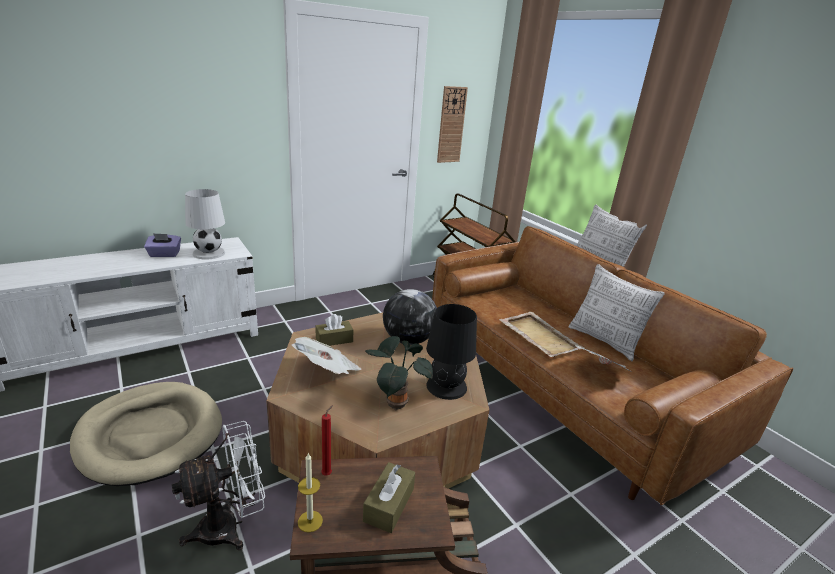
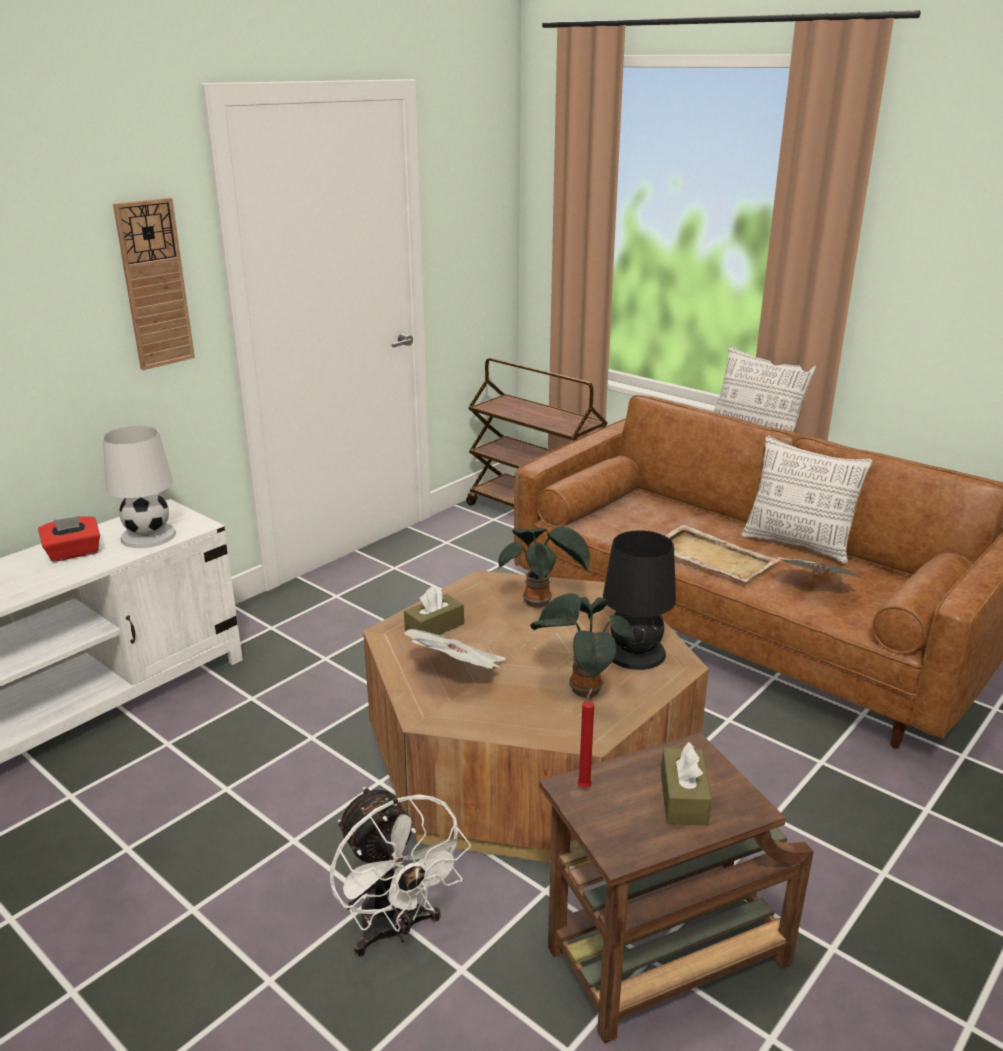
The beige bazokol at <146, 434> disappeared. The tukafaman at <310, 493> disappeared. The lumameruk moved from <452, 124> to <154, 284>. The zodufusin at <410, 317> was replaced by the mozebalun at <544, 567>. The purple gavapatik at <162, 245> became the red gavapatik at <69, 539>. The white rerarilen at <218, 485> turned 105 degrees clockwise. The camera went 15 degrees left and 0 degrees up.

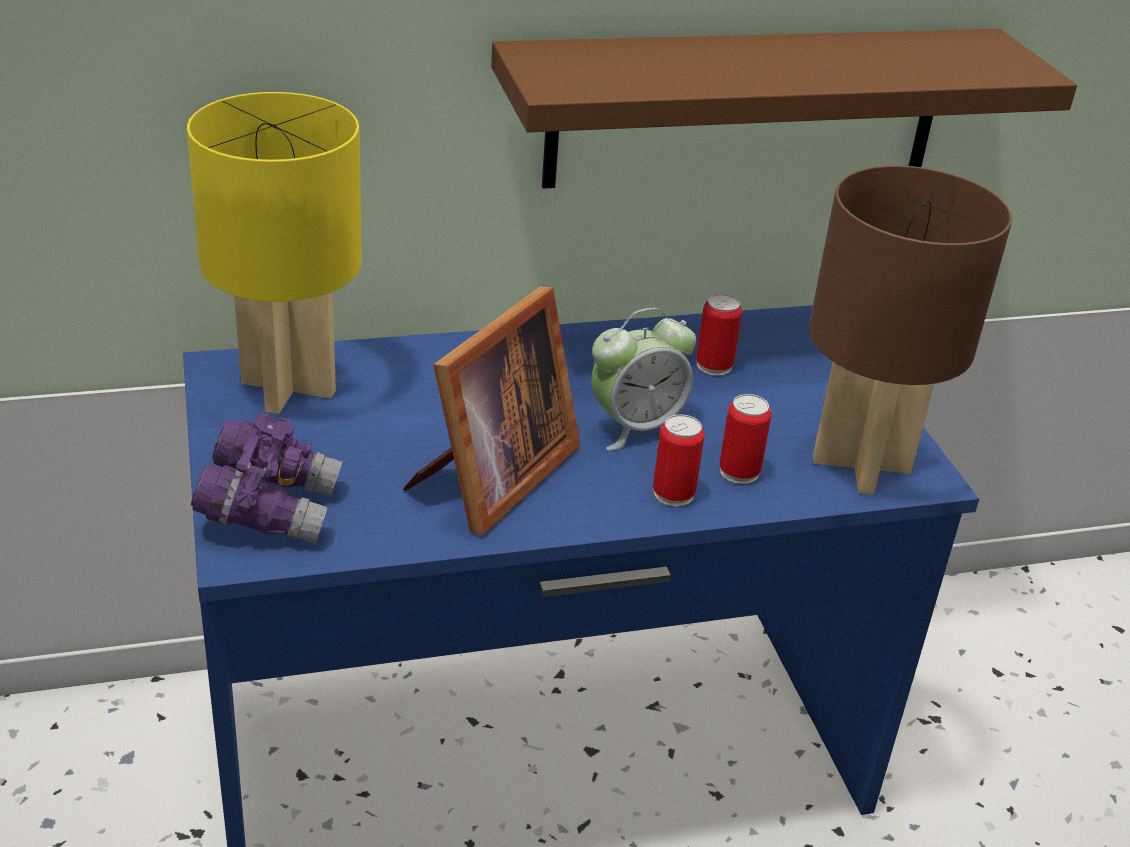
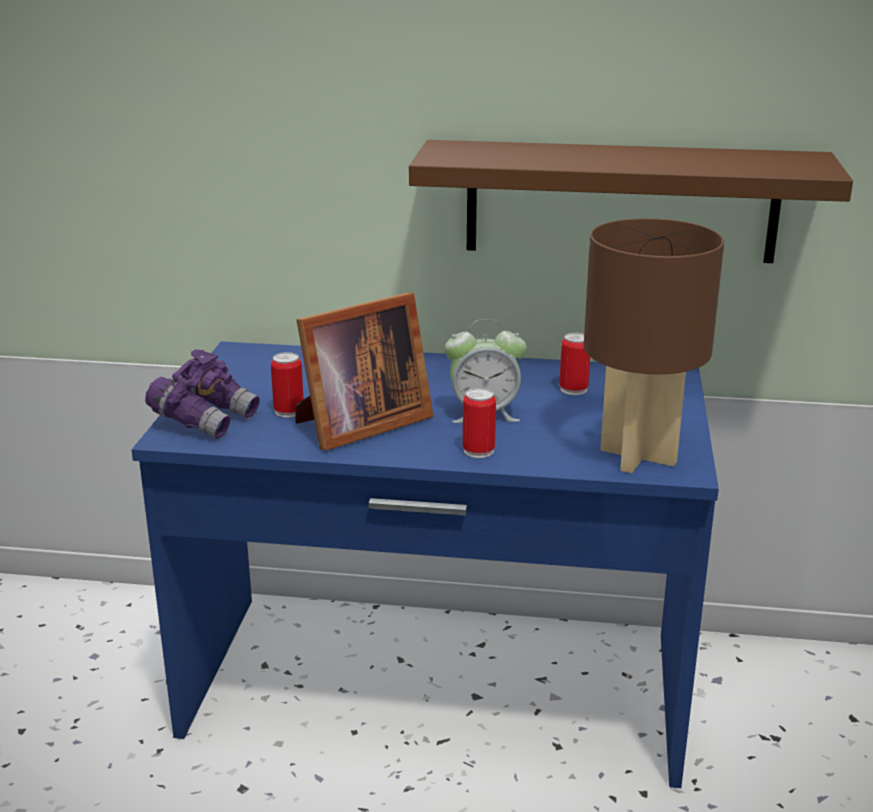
The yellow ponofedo at <274, 253> disappeared. The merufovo moved from <745, 439> to <287, 385>. The camera went 25 degrees right and 10 degrees down.

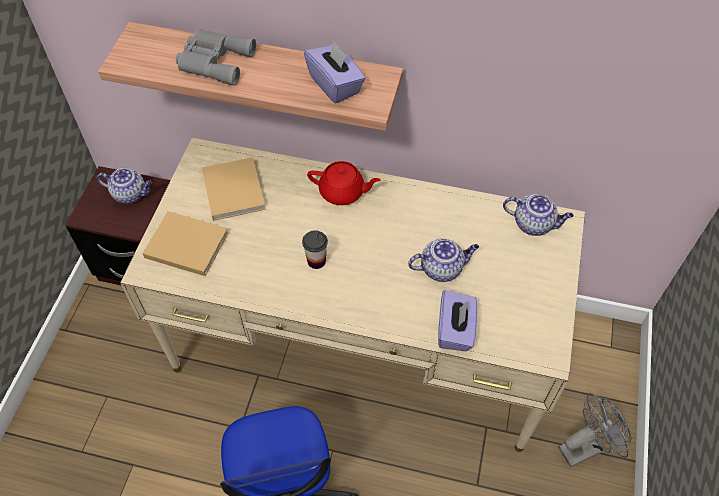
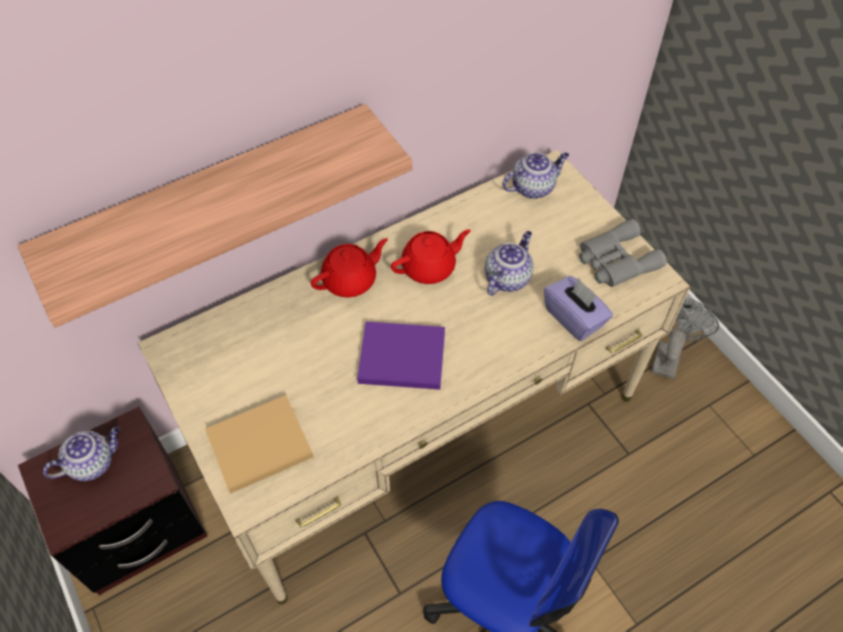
The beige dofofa at <234, 189> disappeared. The purple gavapatik at <335, 72> disappeared. The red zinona at <431, 256> appeared. The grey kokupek moved from <216, 57> to <623, 253>. The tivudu at <315, 249> was replaced by the purple dofofa at <401, 356>. The camera went 45 degrees left and 0 degrees up.

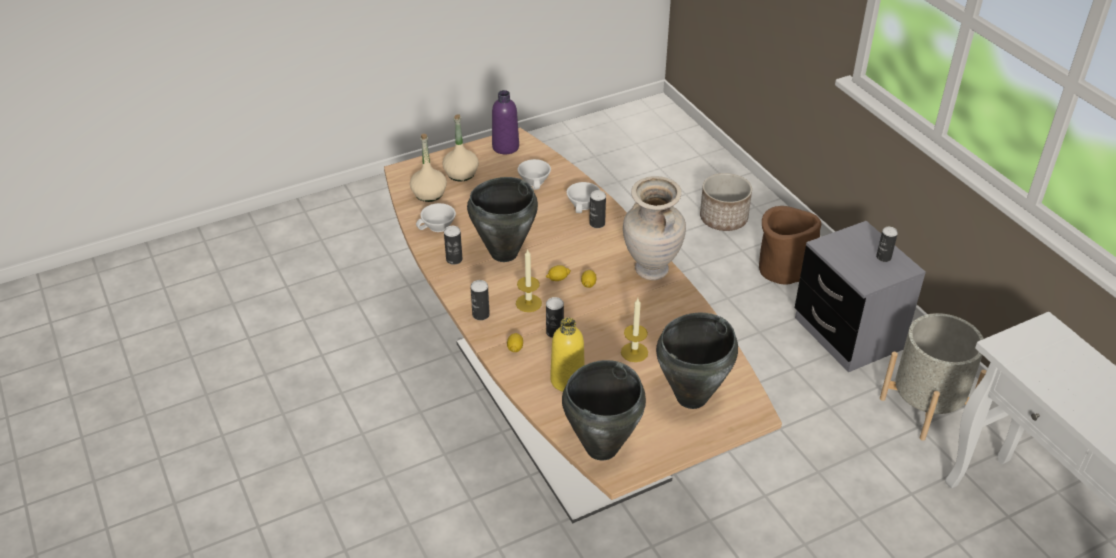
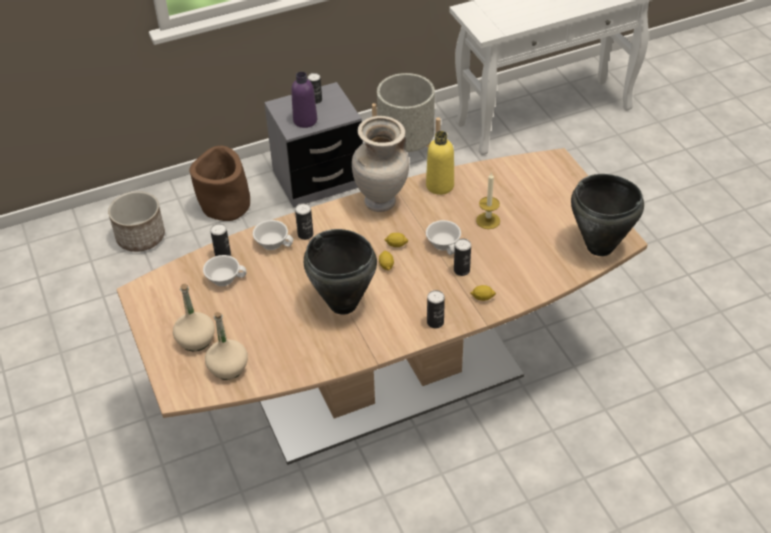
The tukafaman at <529, 280> disappeared. The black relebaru at <697, 361> disappeared. The white tivudu moved from <436, 217> to <443, 237>. The merufovo moved from <453, 245> to <220, 239>. The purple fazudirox moved from <505, 122> to <304, 100>. The yellow fazudirox moved from <567, 355> to <440, 163>. The camera went 85 degrees left and 5 degrees up.

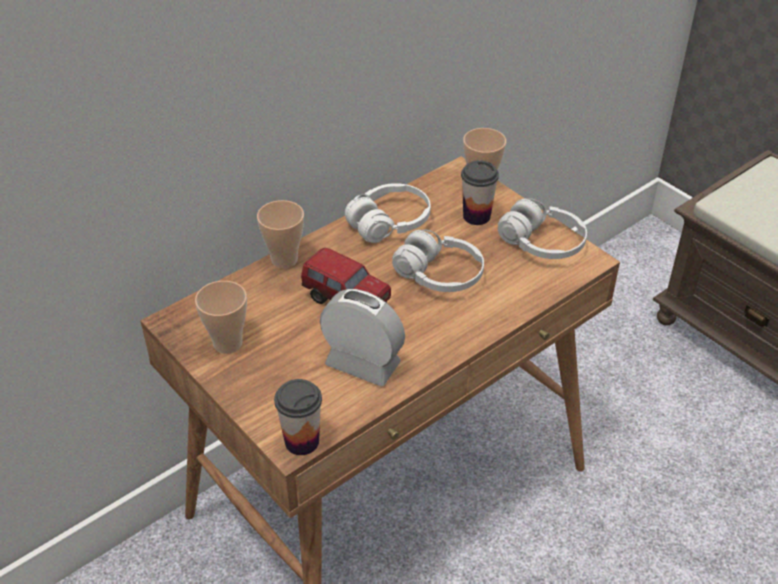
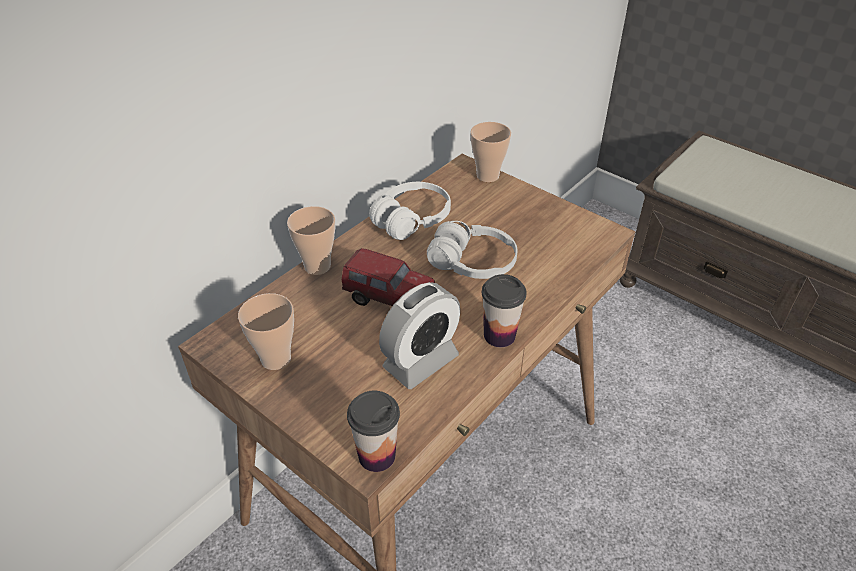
The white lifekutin at <542, 228> disappeared. The tivudu moved from <480, 192> to <504, 310>. The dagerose at <362, 337> turned 120 degrees clockwise. The camera went 10 degrees left and 0 degrees up.

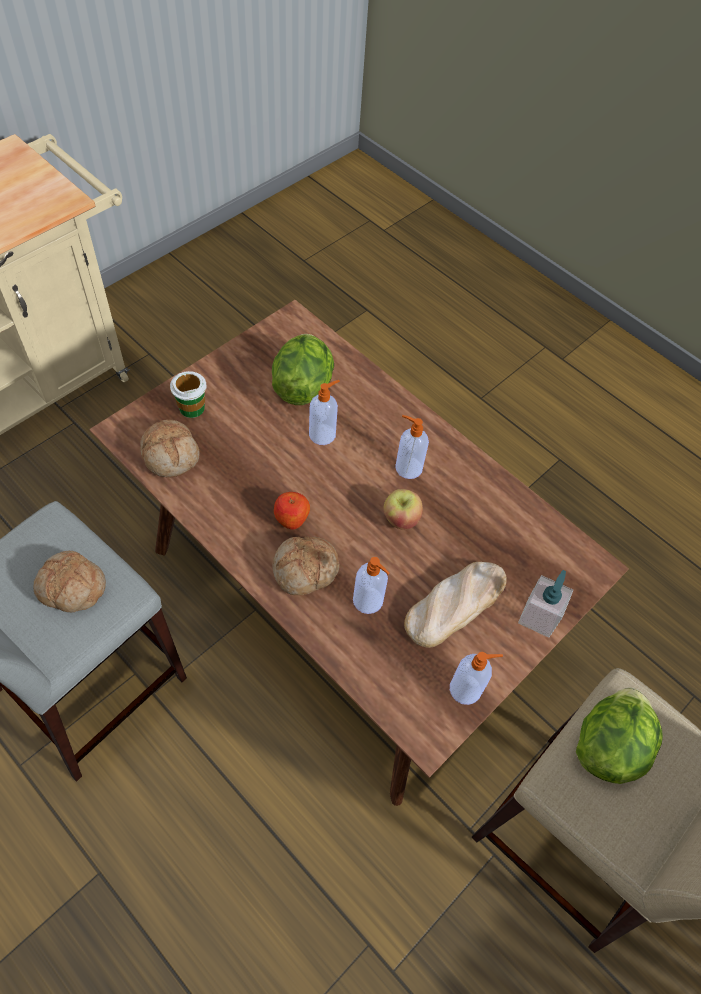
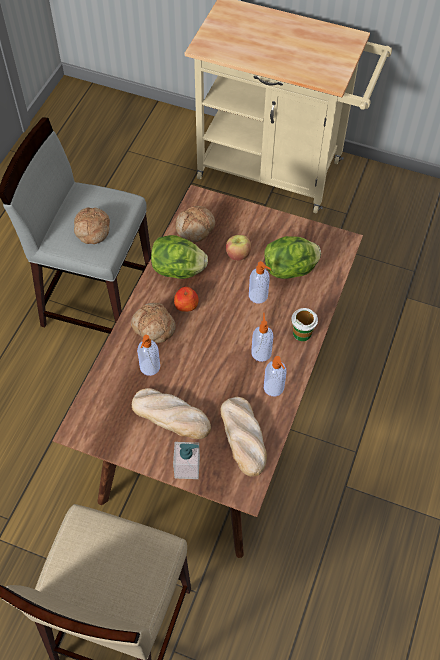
The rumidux at <244, 437> appeared. The tivudu moved from <188, 394> to <304, 324>. The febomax moved from <403, 509> to <238, 248>. The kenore moved from <476, 678> to <275, 376>. The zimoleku moved from <619, 735> to <179, 257>. The camera went 70 degrees right and 0 degrees up.

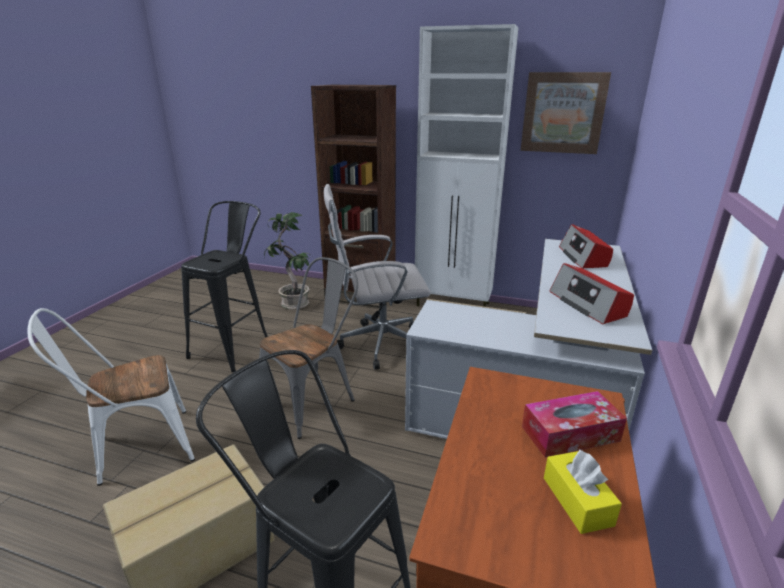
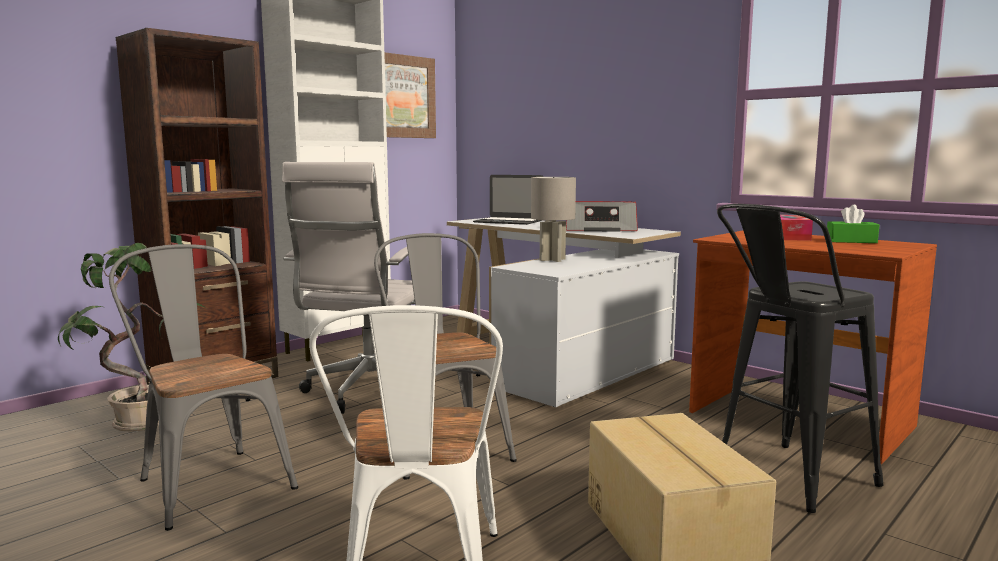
The grey ponofedo at <553, 219> appeared. The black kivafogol at <224, 286> was replaced by the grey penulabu at <203, 387>. The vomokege at <586, 246> was replaced by the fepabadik at <508, 200>. The yellow gavapatik at <583, 491> became the green gavapatik at <853, 224>. The camera went 65 degrees left and 15 degrees down.

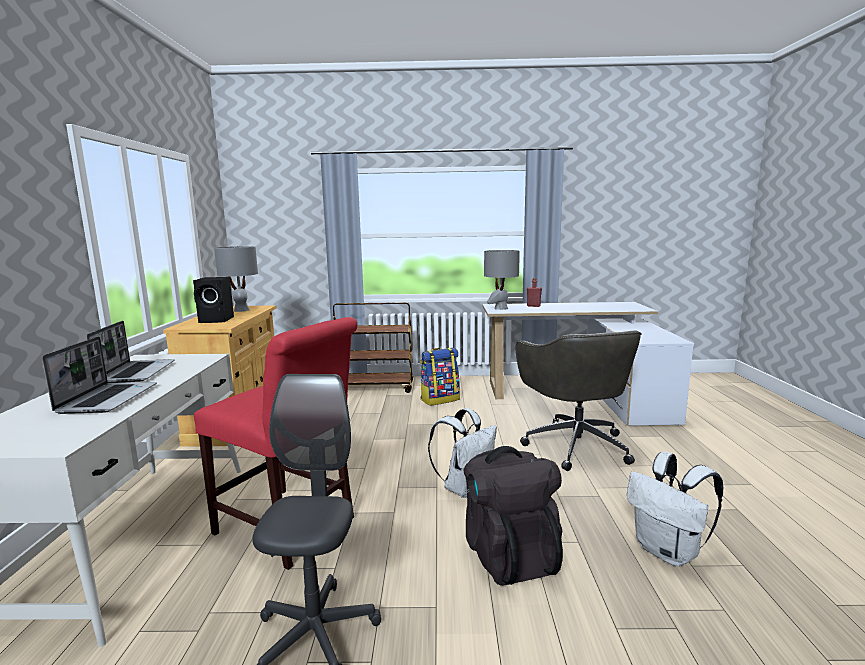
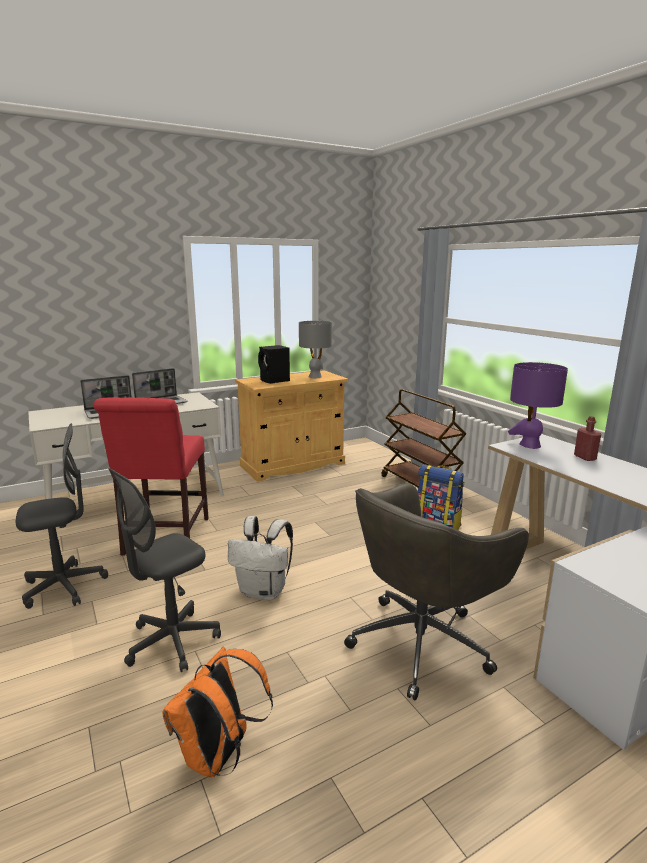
The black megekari at <513, 515> was replaced by the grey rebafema at <164, 570>. The grey ponofedo at <502, 280> became the purple ponofedo at <538, 405>. The white megekari at <675, 509> became the orange megekari at <217, 712>. The camera went 60 degrees right and 5 degrees up.

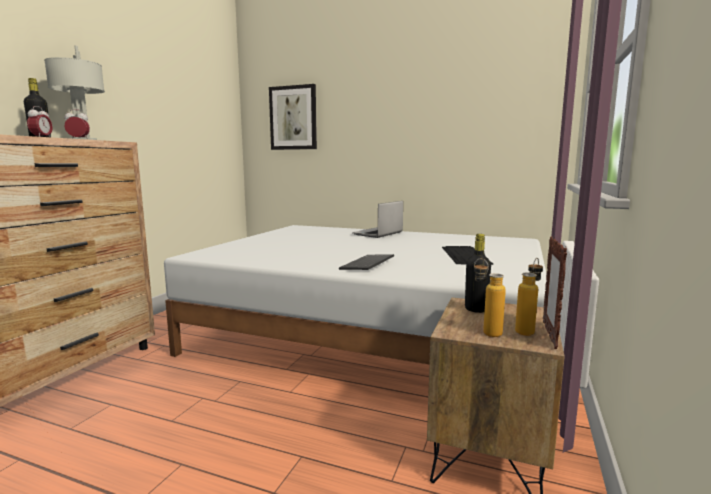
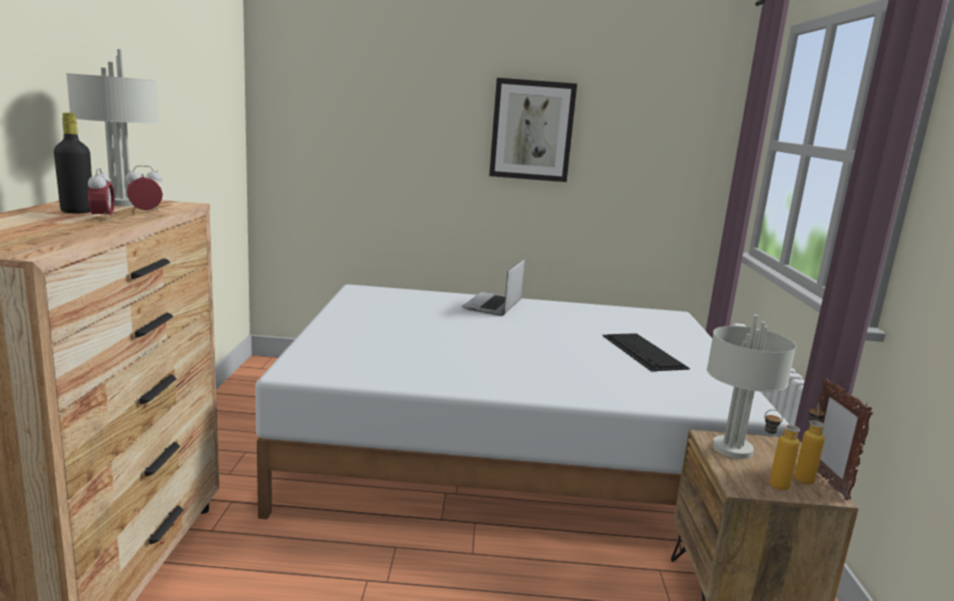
The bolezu at <366, 262> disappeared. The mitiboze moved from <293, 117> to <533, 130>. The black fazudirox at <478, 273> was replaced by the grey ponofedo at <751, 387>. The camera went 20 degrees left and 5 degrees up.

